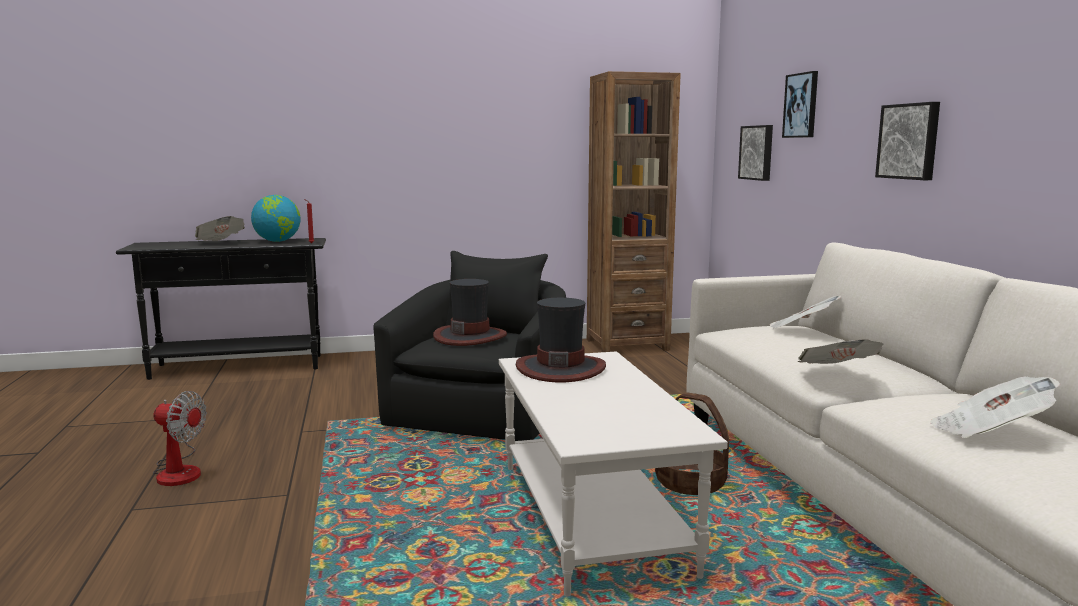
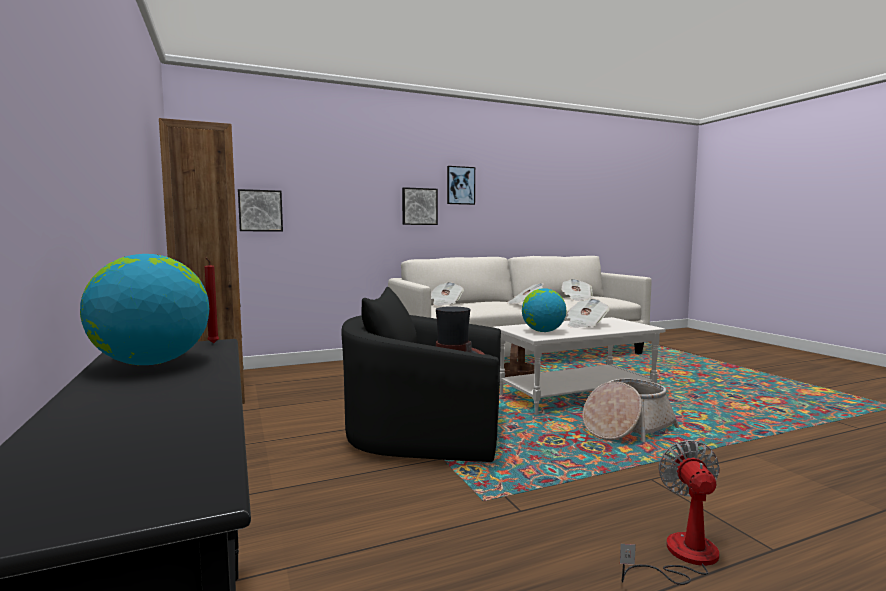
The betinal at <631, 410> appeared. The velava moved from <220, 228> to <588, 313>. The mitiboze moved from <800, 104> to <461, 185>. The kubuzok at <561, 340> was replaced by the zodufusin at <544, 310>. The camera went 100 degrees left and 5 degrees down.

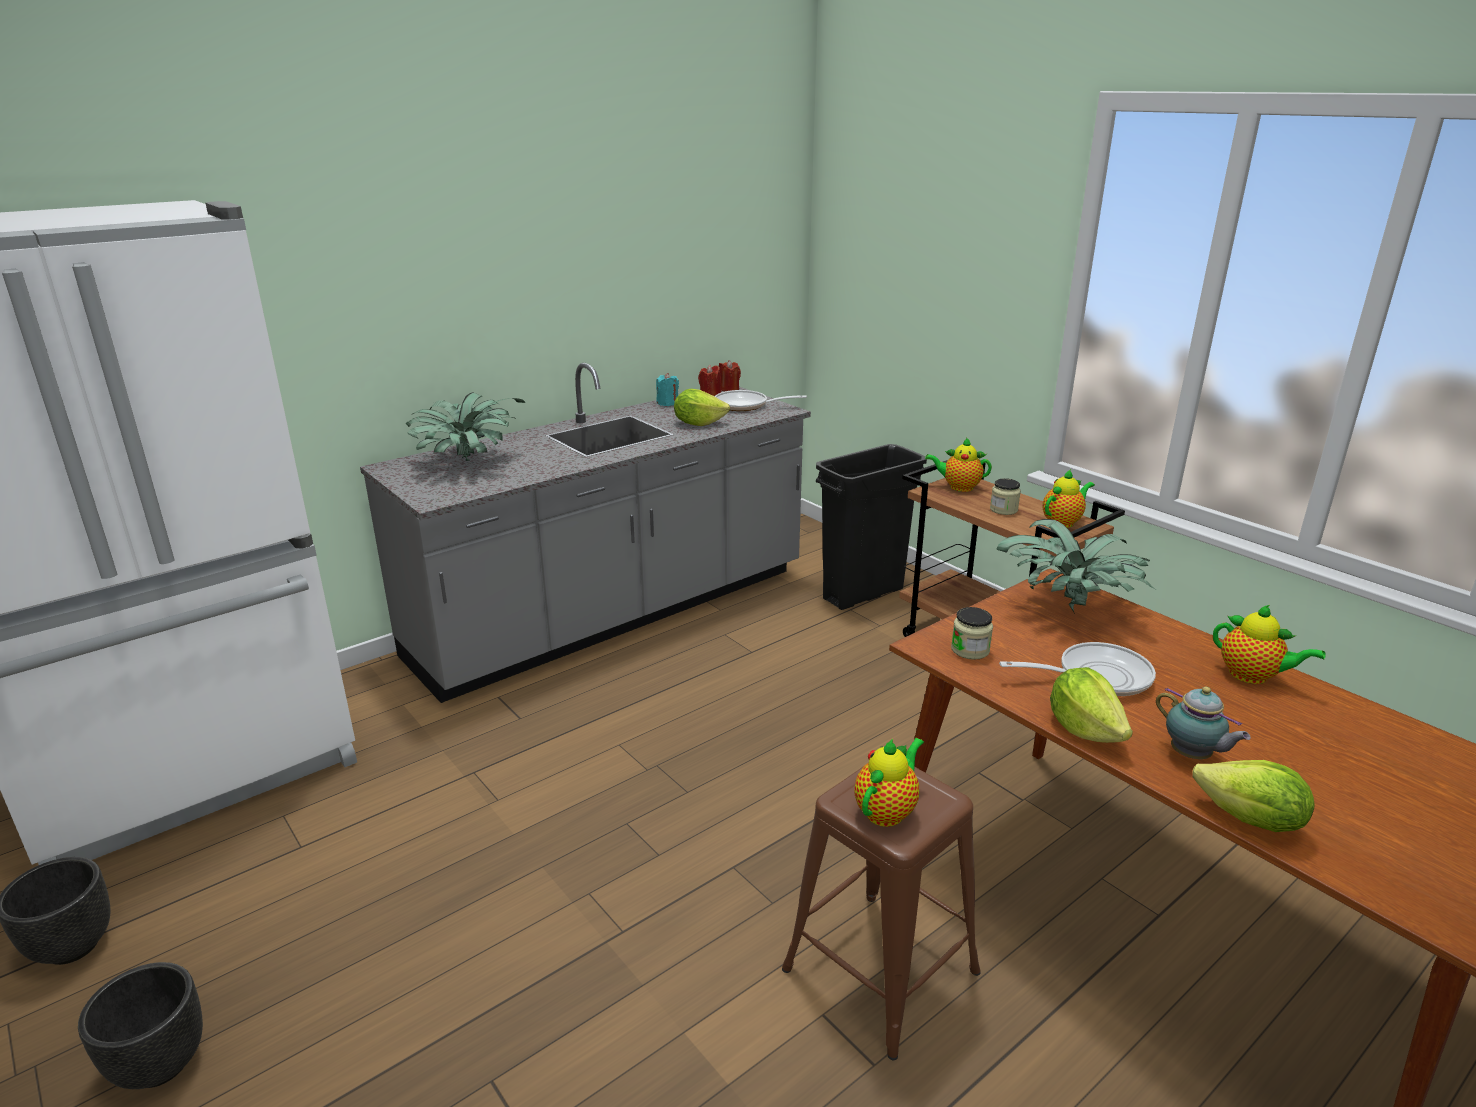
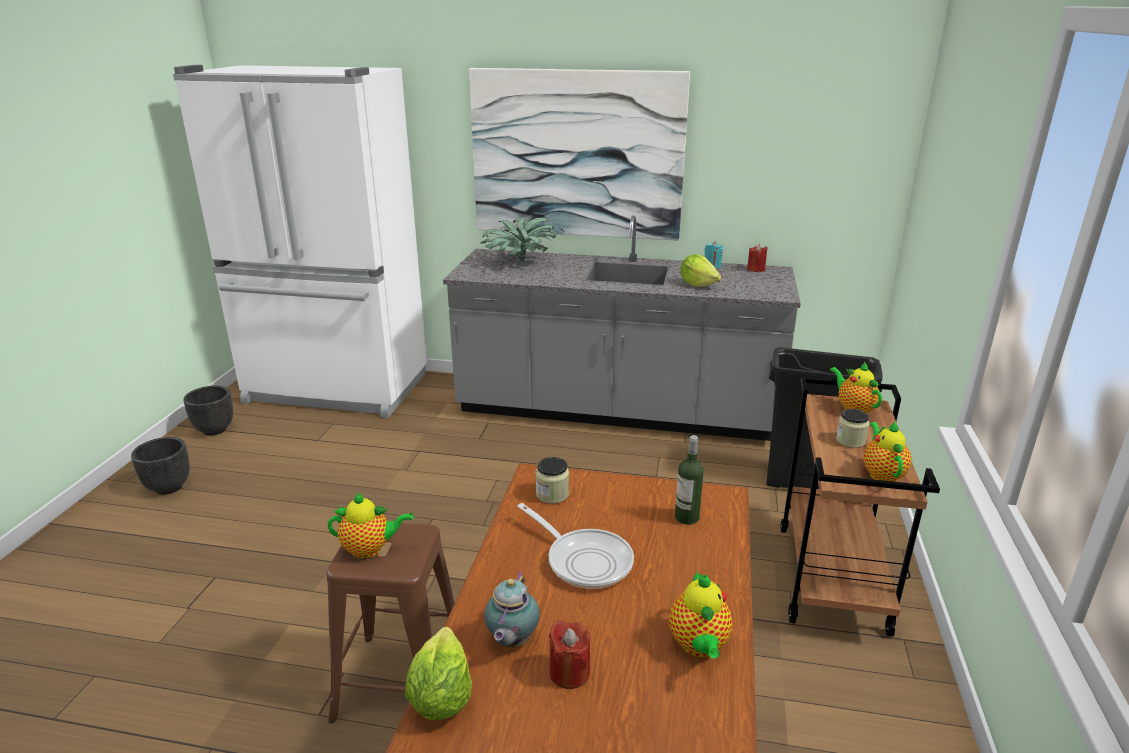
The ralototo at <761, 400> disappeared. The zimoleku at <1091, 705> disappeared. The mitiboze at <579, 154> appeared. The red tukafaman moved from <730, 376> to <569, 655>. The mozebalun at <1076, 566> was replaced by the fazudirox at <689, 480>. The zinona at <1068, 498> turned 105 degrees counterclockwise. The camera went 50 degrees right and 0 degrees up.

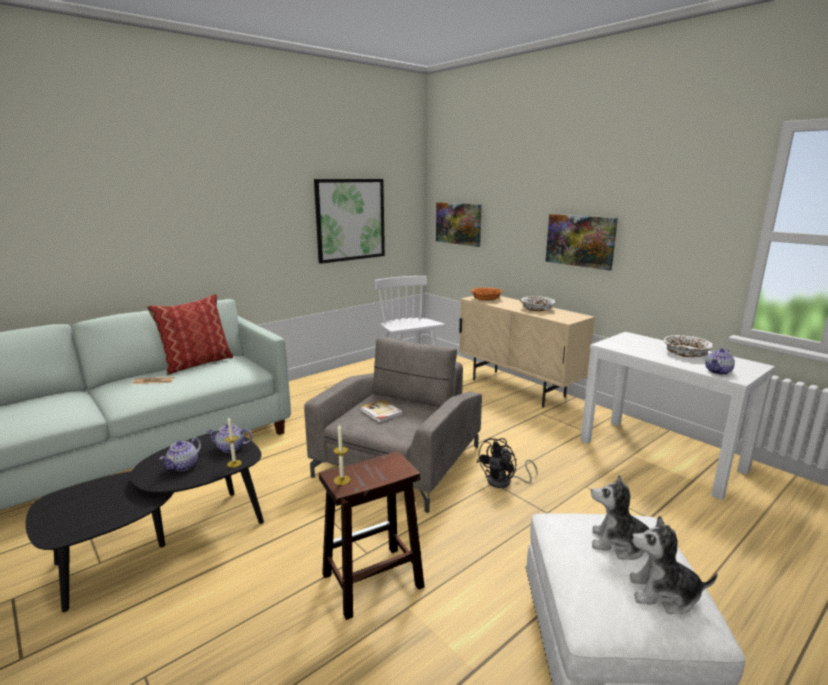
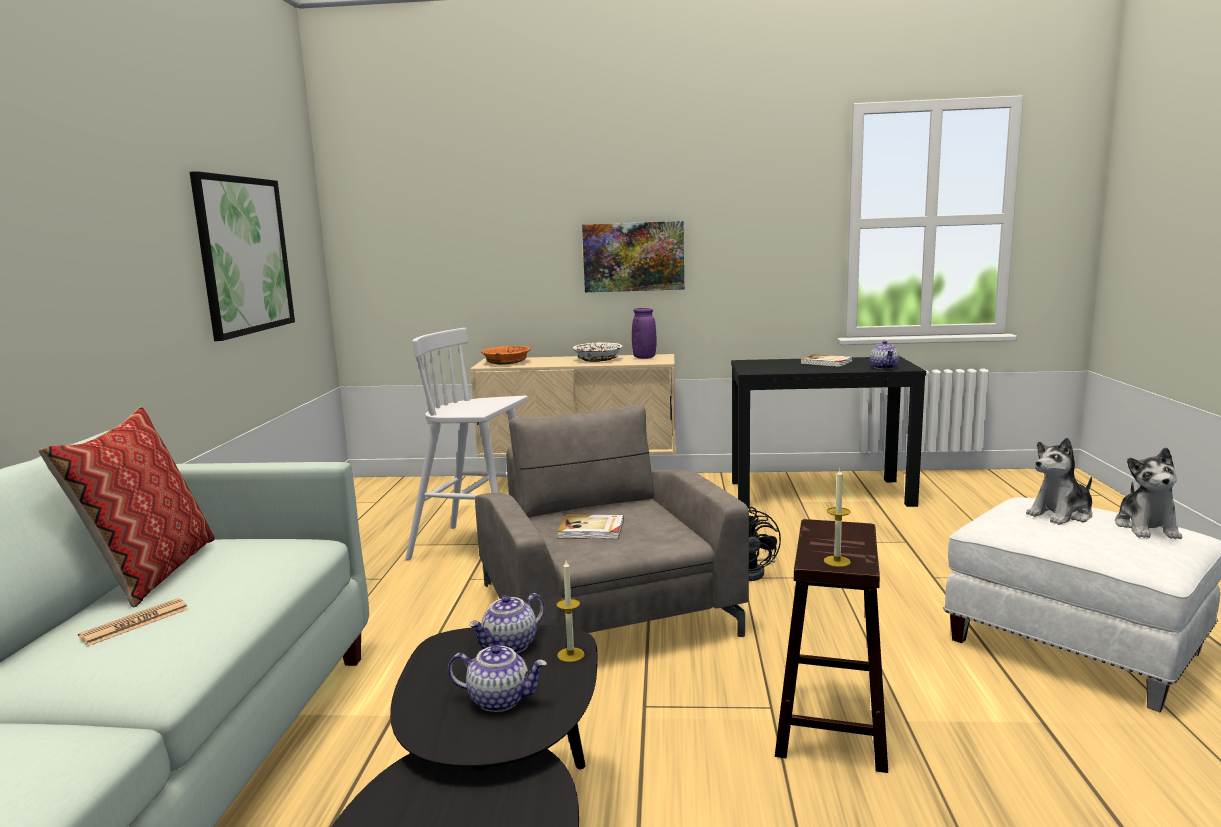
The mitiboze at <459, 224> disappeared. The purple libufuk at <644, 333> appeared. The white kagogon at <688, 346> was replaced by the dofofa at <827, 360>. The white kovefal at <677, 416> became the black kovefal at <828, 432>. The zinona at <180, 454> turned 60 degrees counterclockwise. The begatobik at <674, 564> turned 45 degrees counterclockwise. The camera went 45 degrees left and 5 degrees down.

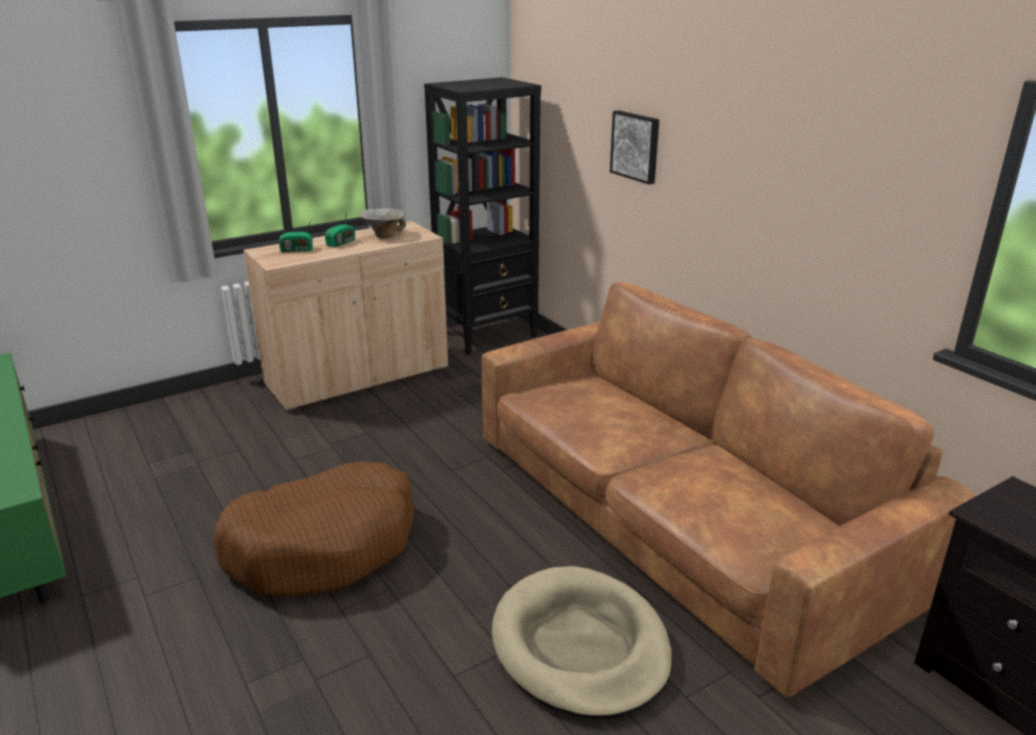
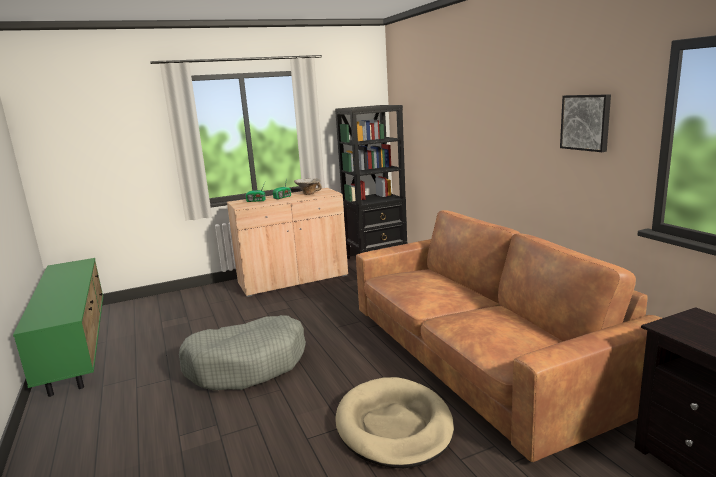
The mitiboze moved from <634, 147> to <585, 123>. The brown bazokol at <313, 529> became the grey bazokol at <242, 352>. The camera went 10 degrees right and 10 degrees down.

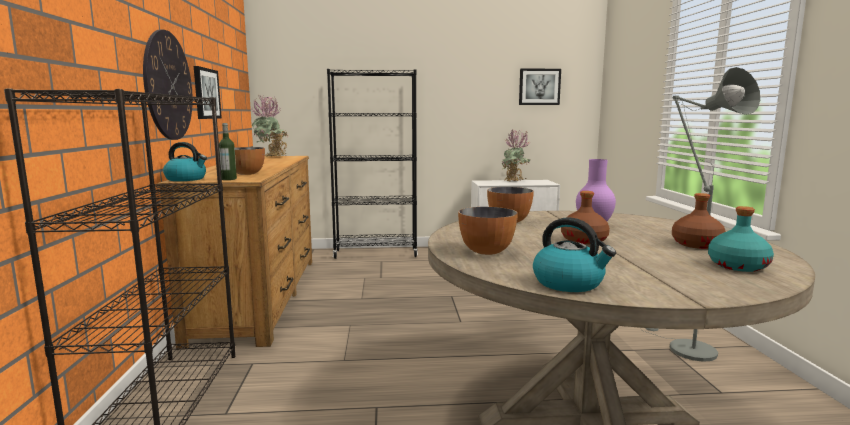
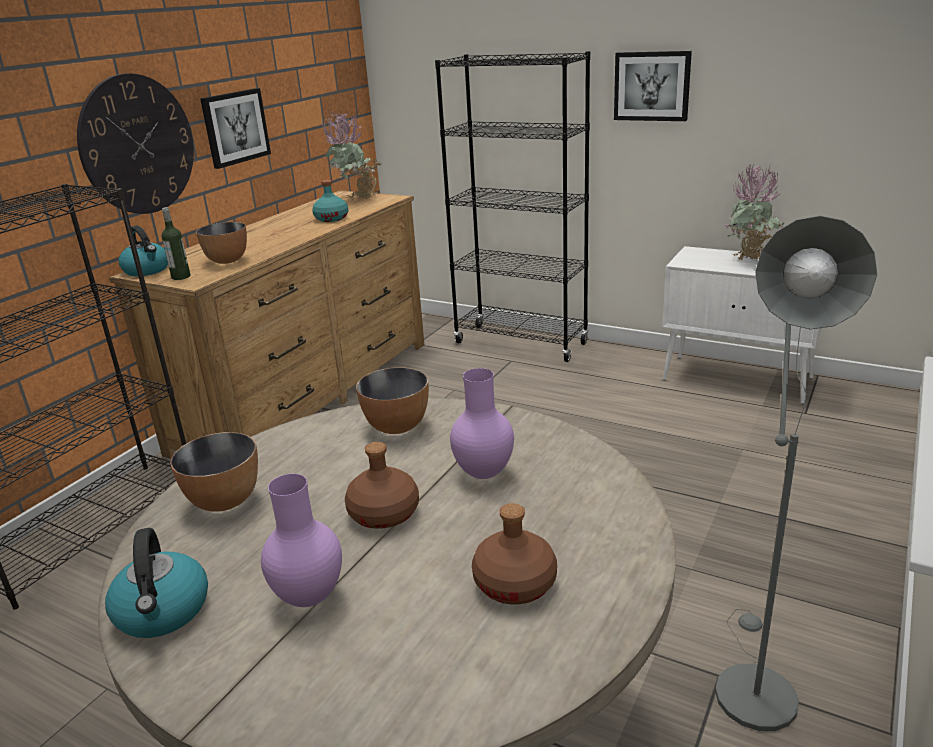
The purple libufuk at <301, 540> appeared. The mitiboze moved from <540, 86> to <653, 86>. The turquoise fazudirox moved from <741, 239> to <330, 201>. The camera went 35 degrees right and 15 degrees up.

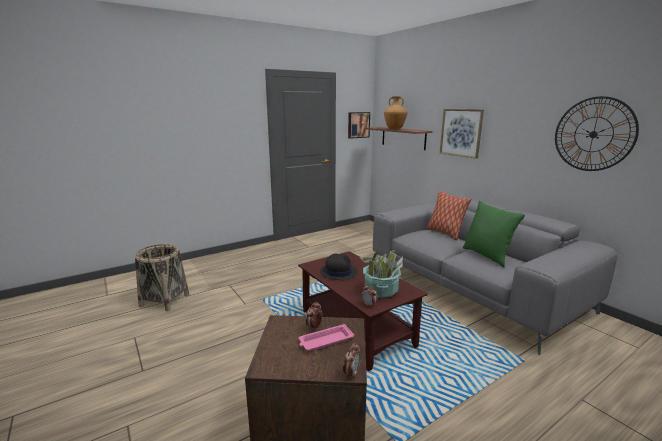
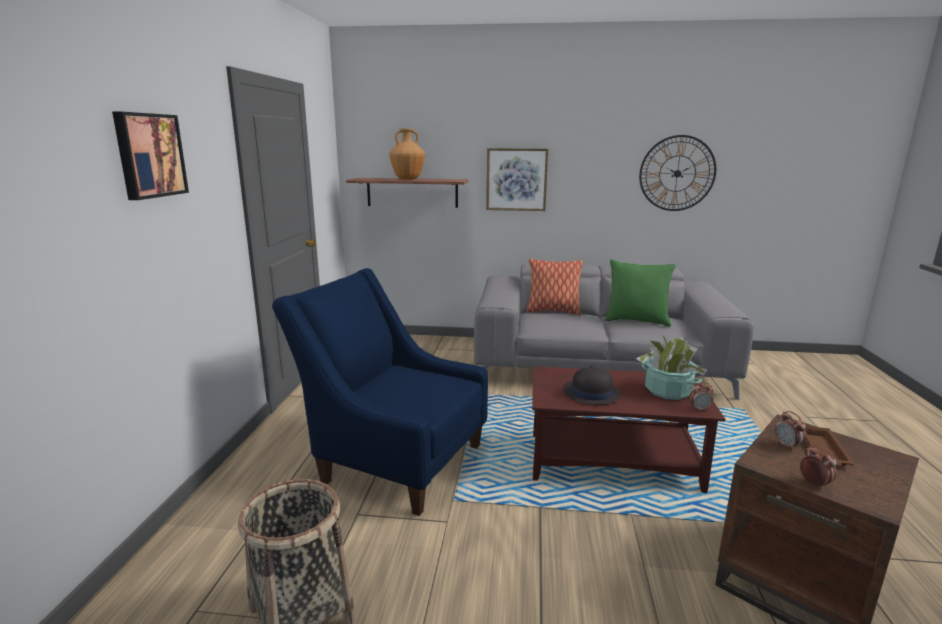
The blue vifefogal at <380, 392> appeared. The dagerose moved from <352, 361> to <818, 467>. The mitiboze moved from <359, 125> to <150, 156>. The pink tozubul at <326, 337> became the brown tozubul at <829, 446>. The camera went 50 degrees left and 0 degrees up.

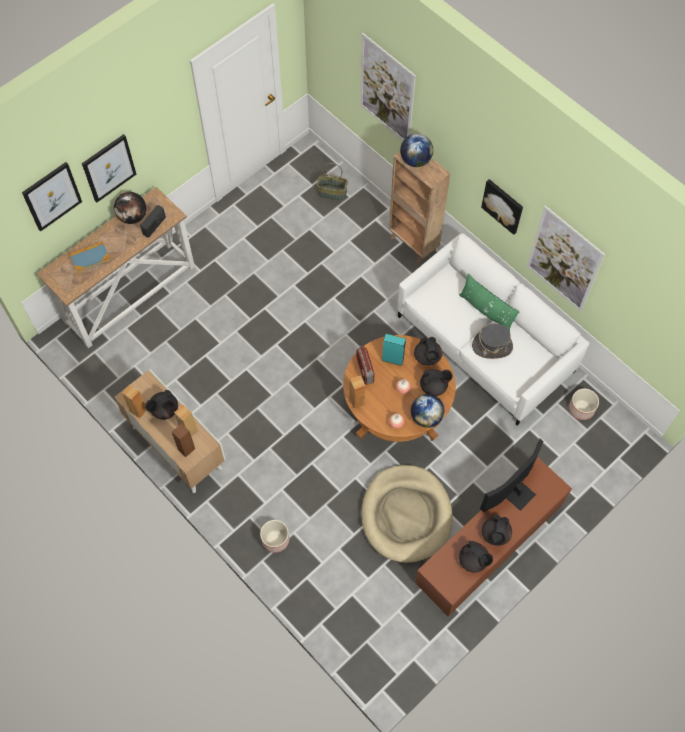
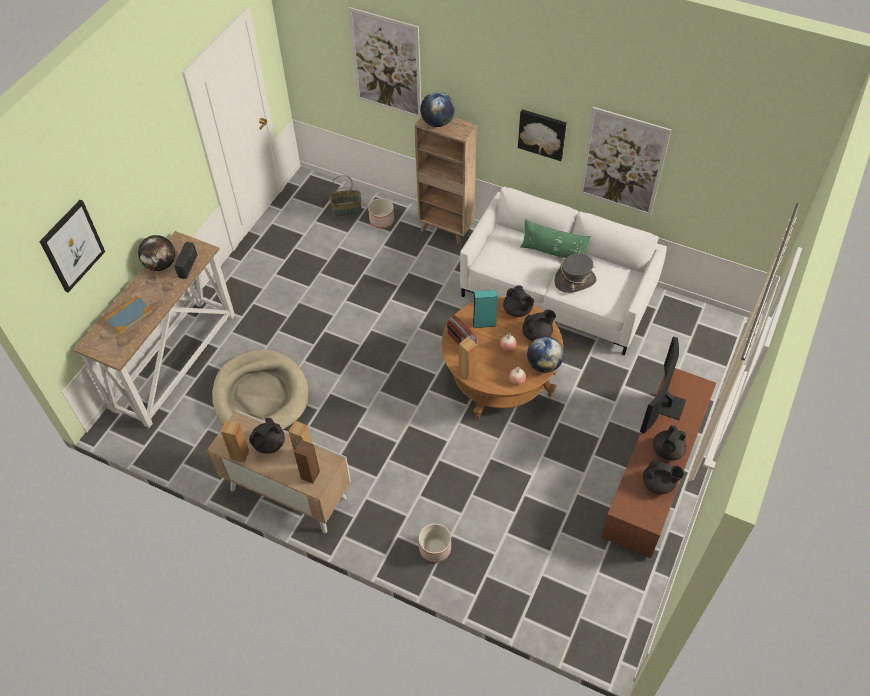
The mitiboze at <109, 168> disappeared. The beige bazokol moved from <407, 514> to <260, 389>. The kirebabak moved from <584, 404> to <381, 213>. The black zinona at <497, 530> turned 45 degrees clockwise. The camera went 20 degrees left and 10 degrees down.

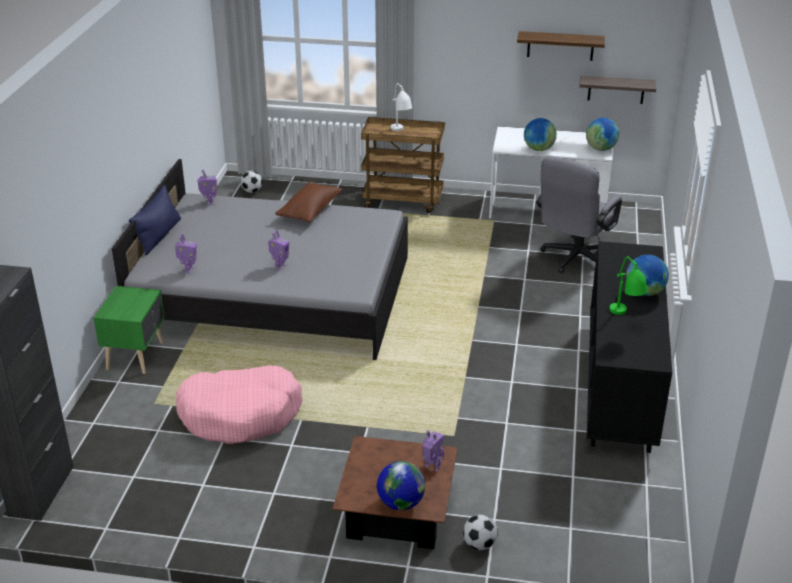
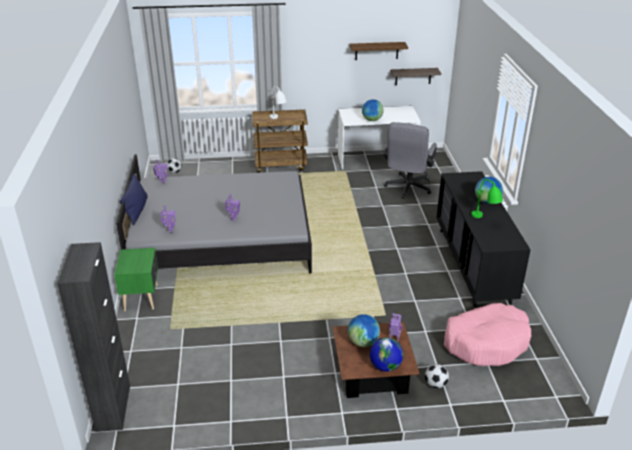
The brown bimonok at <308, 202> disappeared. The pink bazokol moved from <239, 404> to <487, 334>. The zodufusin moved from <602, 134> to <364, 330>. The camera went 15 degrees left and 0 degrees up.

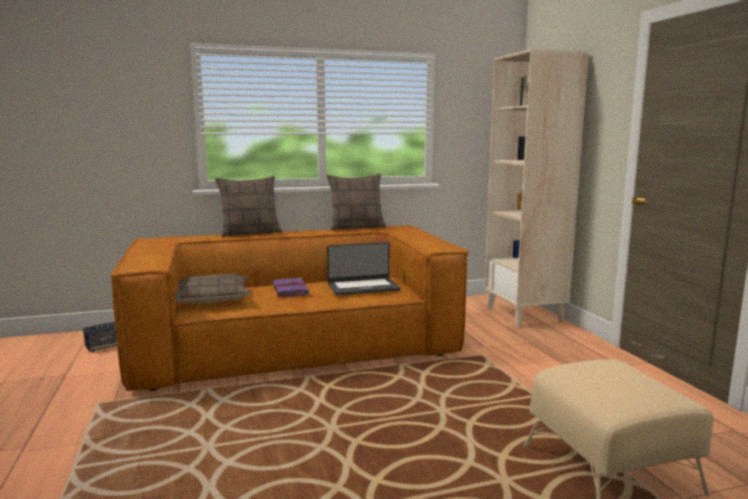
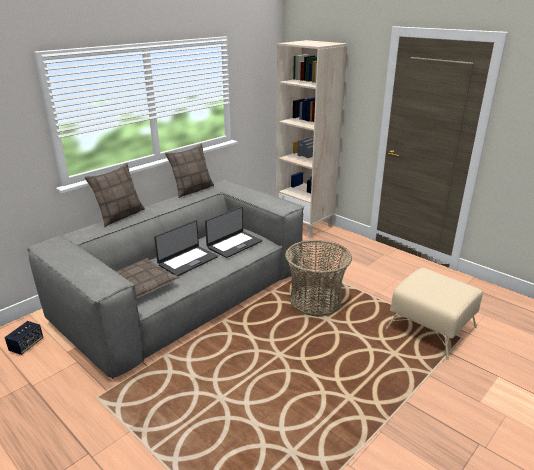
The betinal at <318, 278> appeared. The purple dofofa at <291, 287> was replaced by the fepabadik at <186, 248>. The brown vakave at <289, 308> became the grey vakave at <165, 279>. The camera went 30 degrees left and 15 degrees up.

